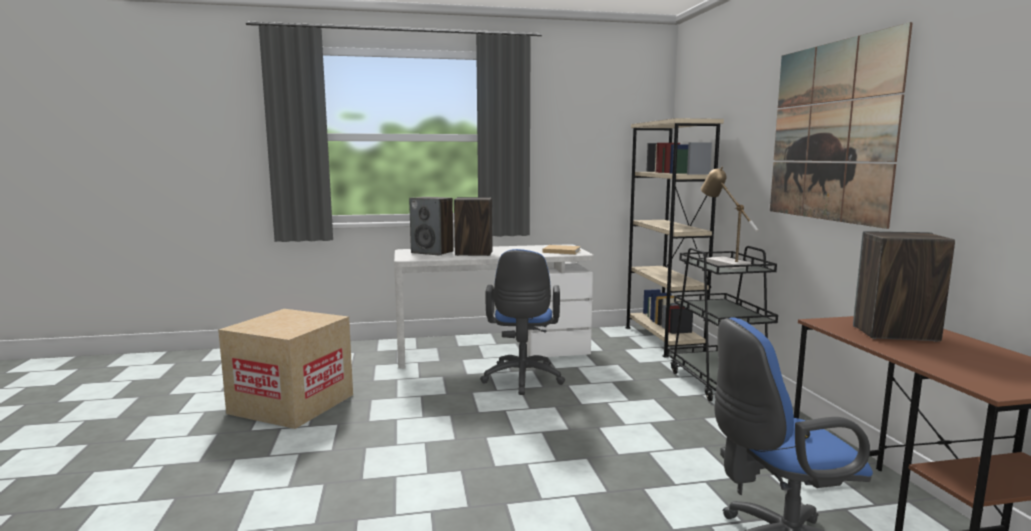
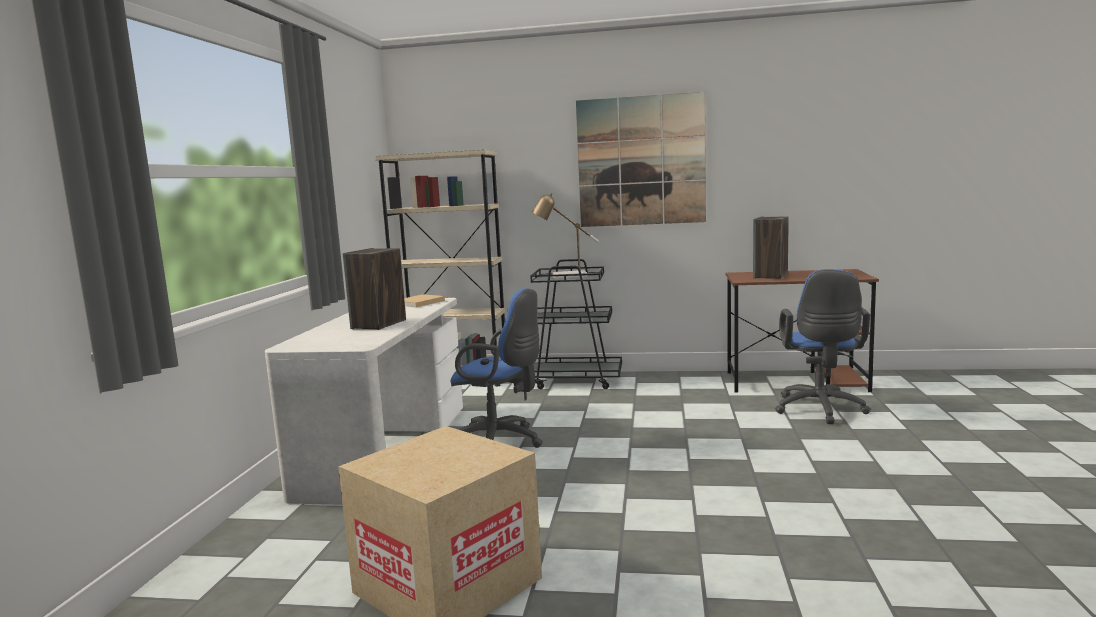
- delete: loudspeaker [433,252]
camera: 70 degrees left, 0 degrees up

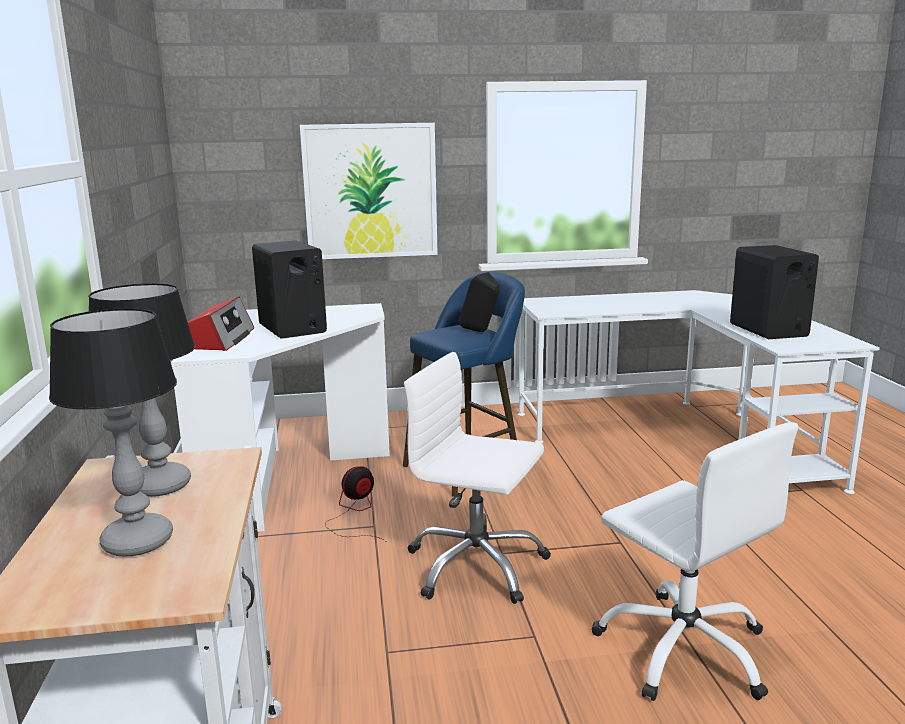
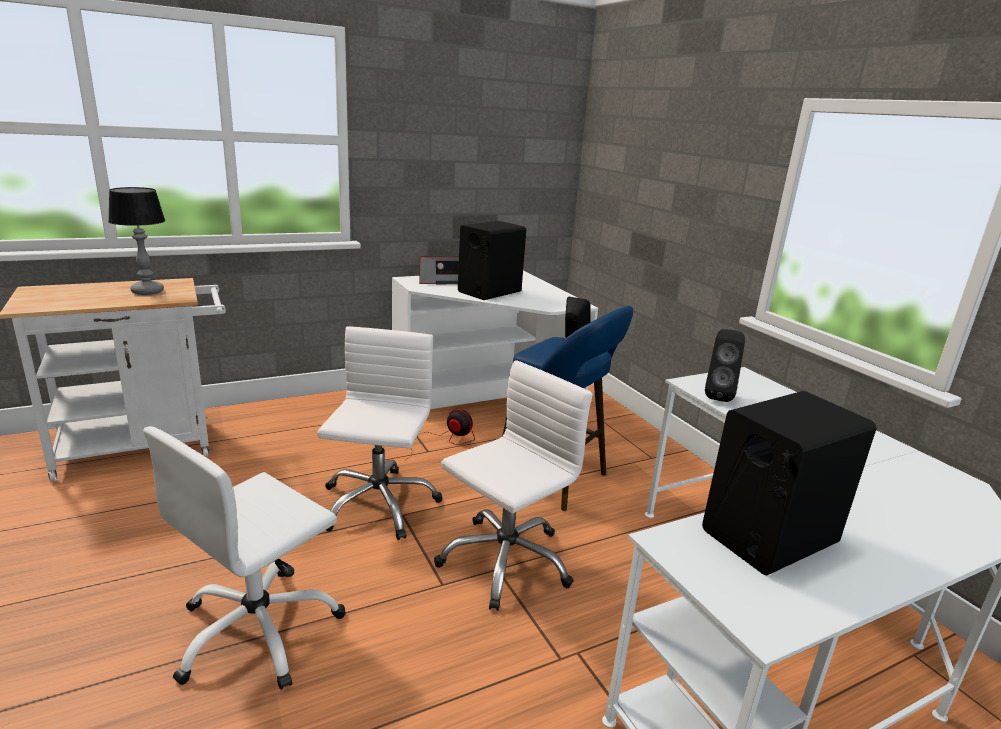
- delete: lamp for a table [139,541]
- delete: picture [370,191]
- insert: whitish computer chair [505,560]
- insert: black loudspeaker [718,395]
camera: 70 degrees right, 5 degrees up

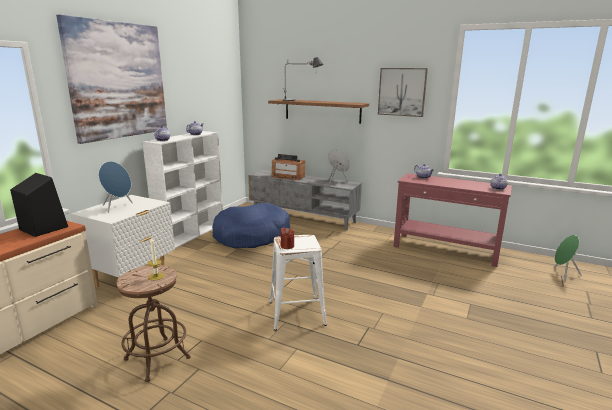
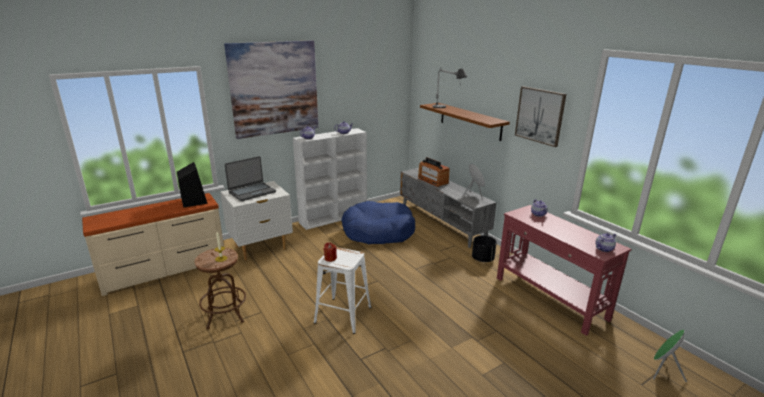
- insert: black plant pot [482,259]
- replace: blue-coloured loudspeaker [118,207] to laptop [252,192]
camera: 30 degrees right, 5 degrees up

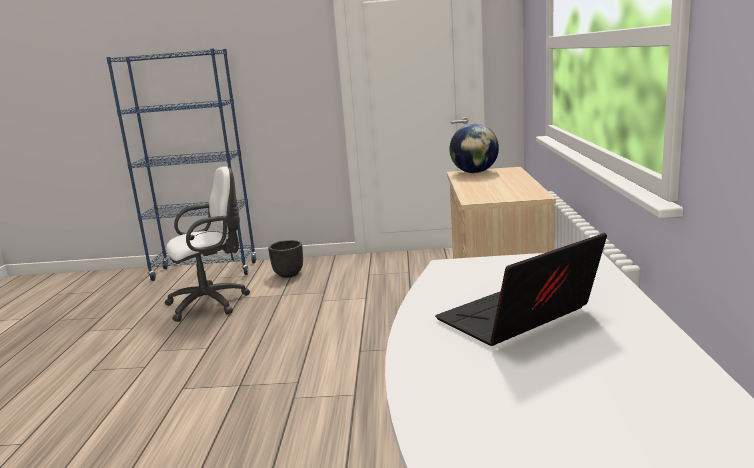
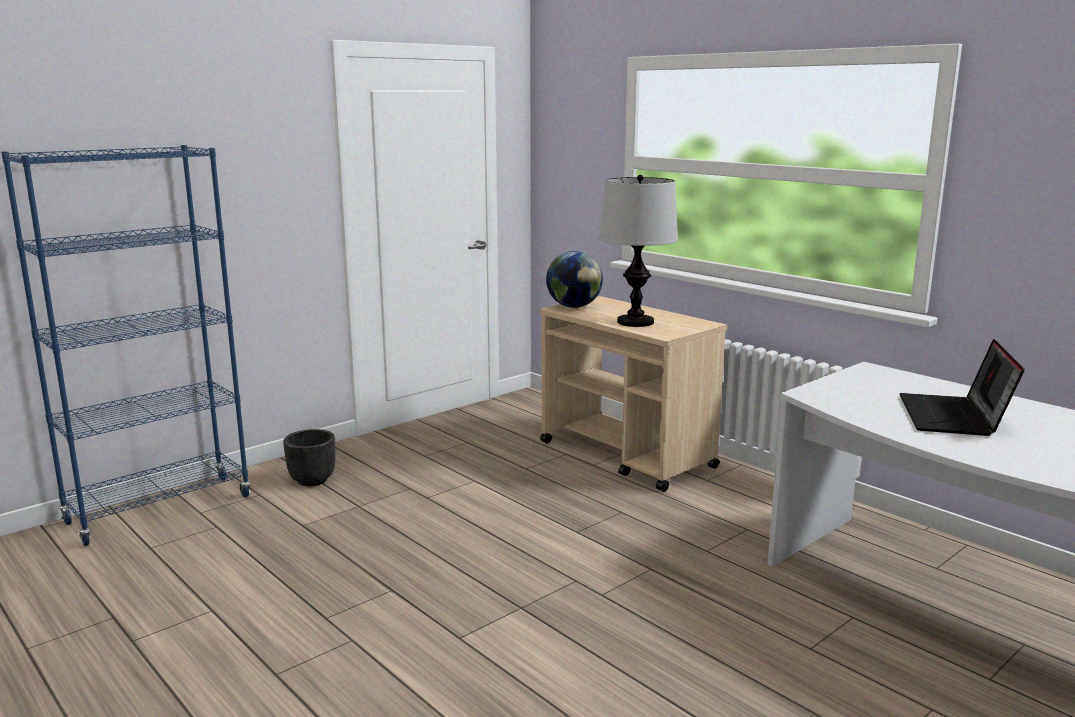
- delete: whitish computer chair [212,303]
- insert: lamp for a table [635,322]
camera: 45 degrees left, 0 degrees up

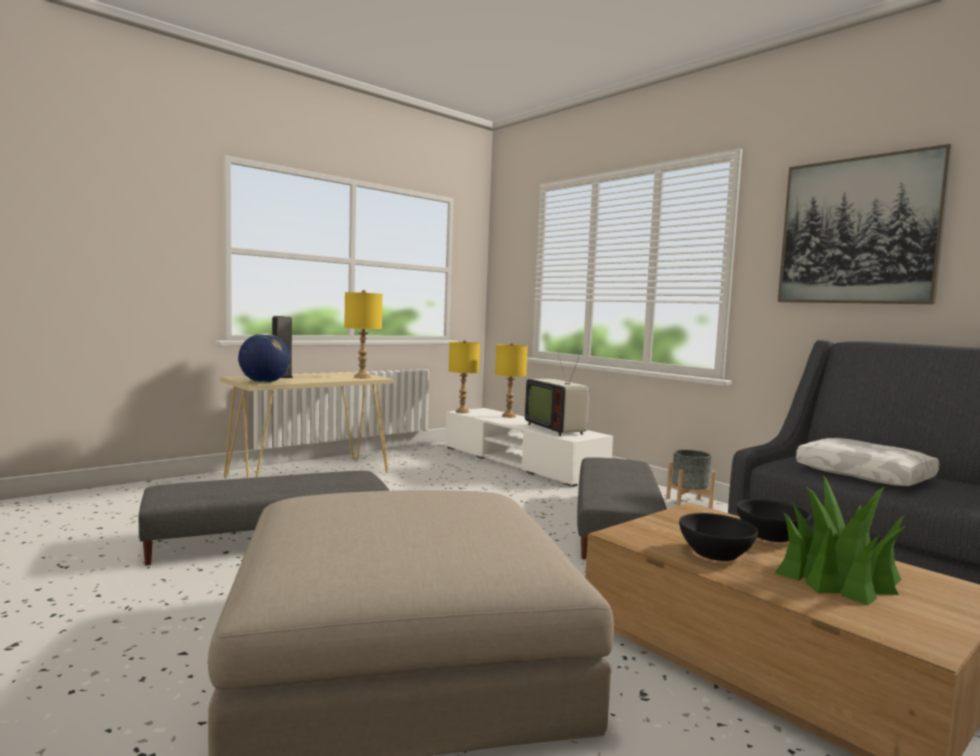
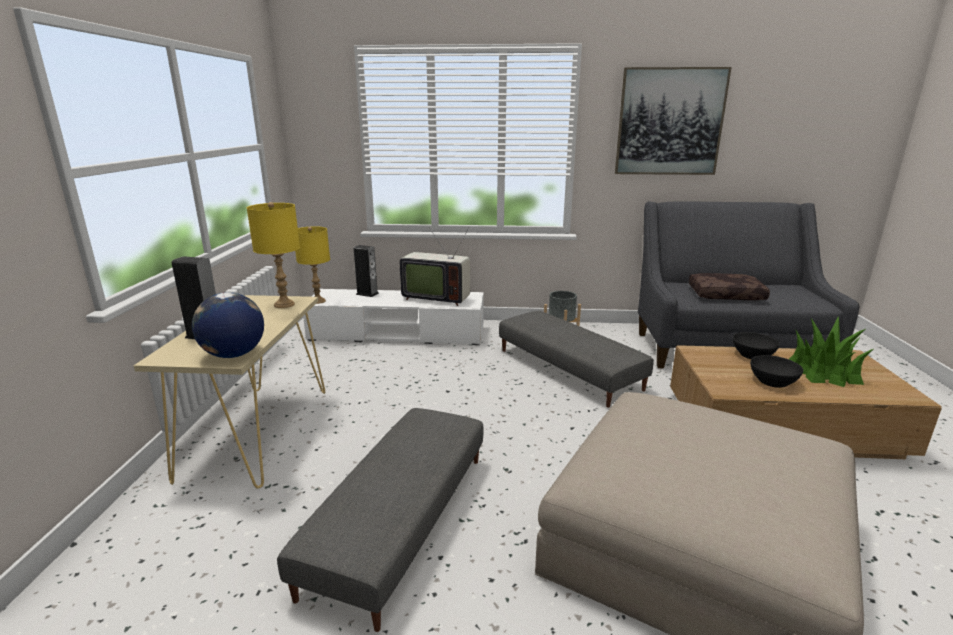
- replace: yellow lamp for a table [509,416] to loudspeaker [367,294]
- recolor: whitish cushion [865,475] to brown cushion [726,294]
camera: 45 degrees left, 15 degrees up

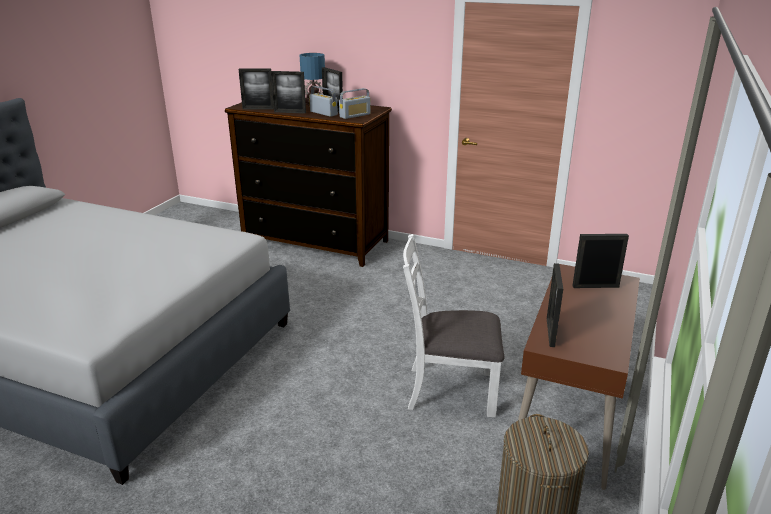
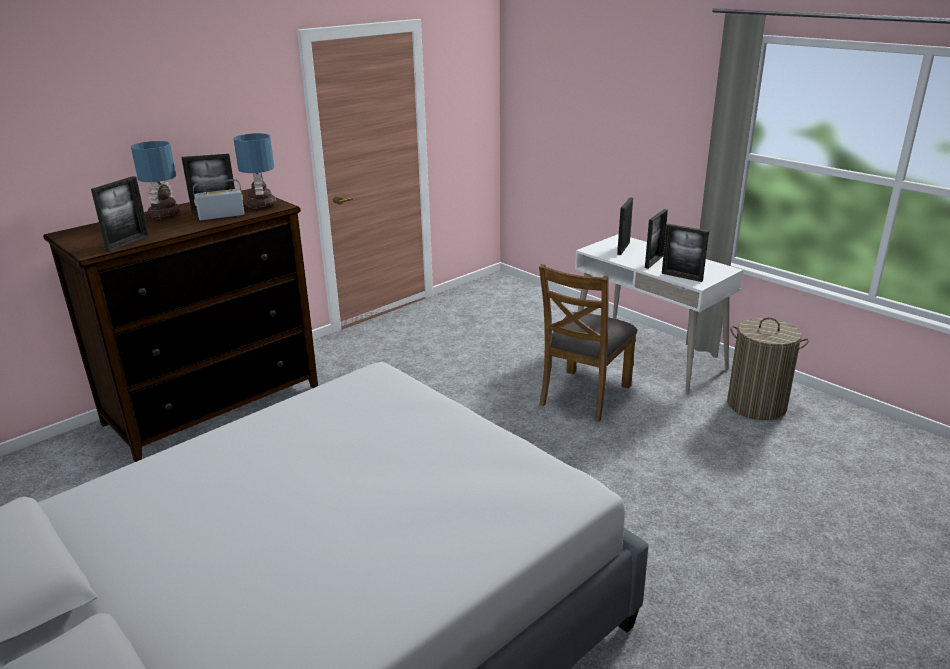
- move: picture frame [290,112] to [654,262]
- replace: radio set [355,115] to lamp for a table [261,205]
- recolor: whitish chair [450,390] to brown chair [584,395]
- recolor: brown desk [570,418] to whitish desk [647,356]
camera: 65 degrees left, 0 degrees up

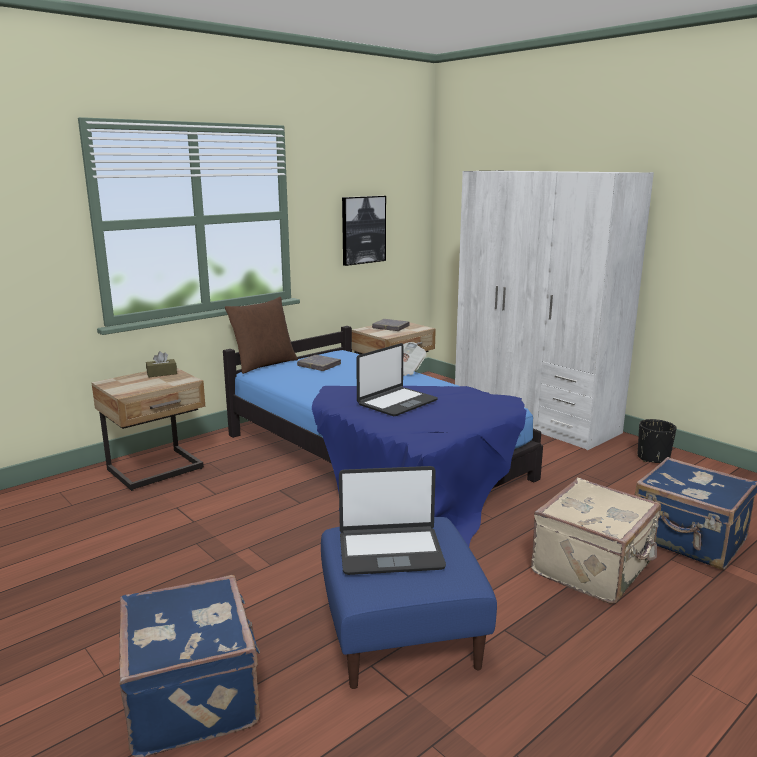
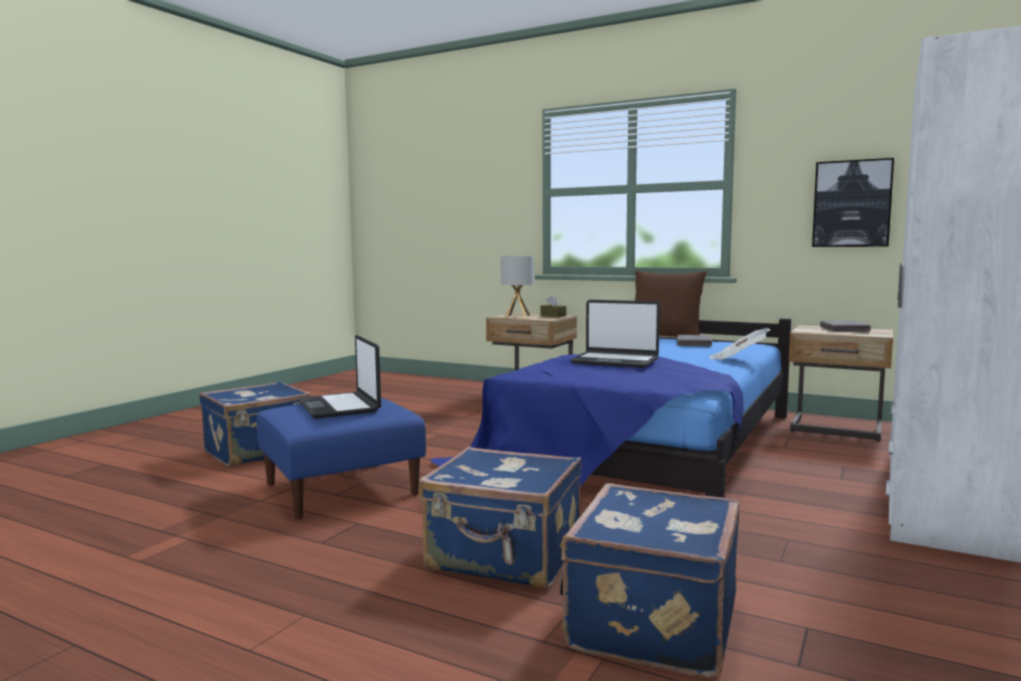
- delete: black plant pot [653,458]
- insert: lamp for a table [517,316]
- recolor: sand-coloured piece of luggage [594,568] to blue-coloured piece of luggage [505,557]
camera: 70 degrees right, 10 degrees down

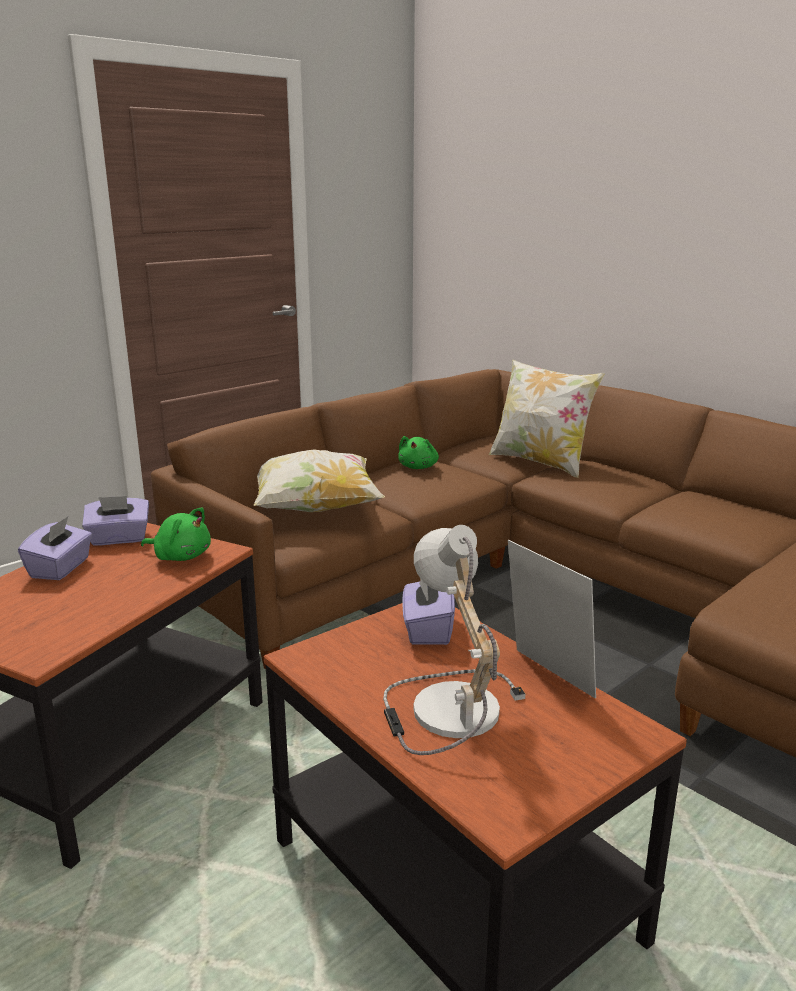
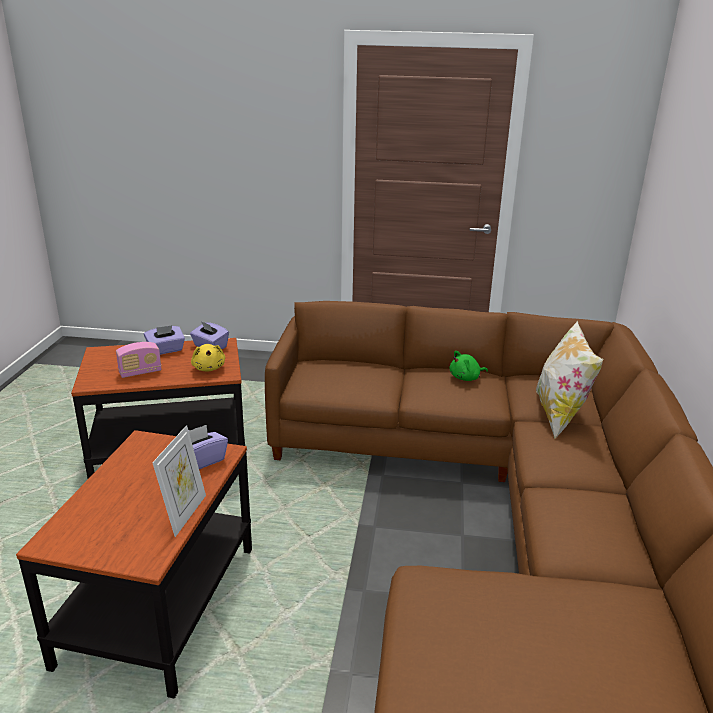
- delete: cushion [315,509]
- delete: lamp for a table [445,709]
- insert: radio set [140,372]
- recolor: greenish plush toy [180,556] to yellow plush toy [209,368]
camera: 50 degrees right, 5 degrees up

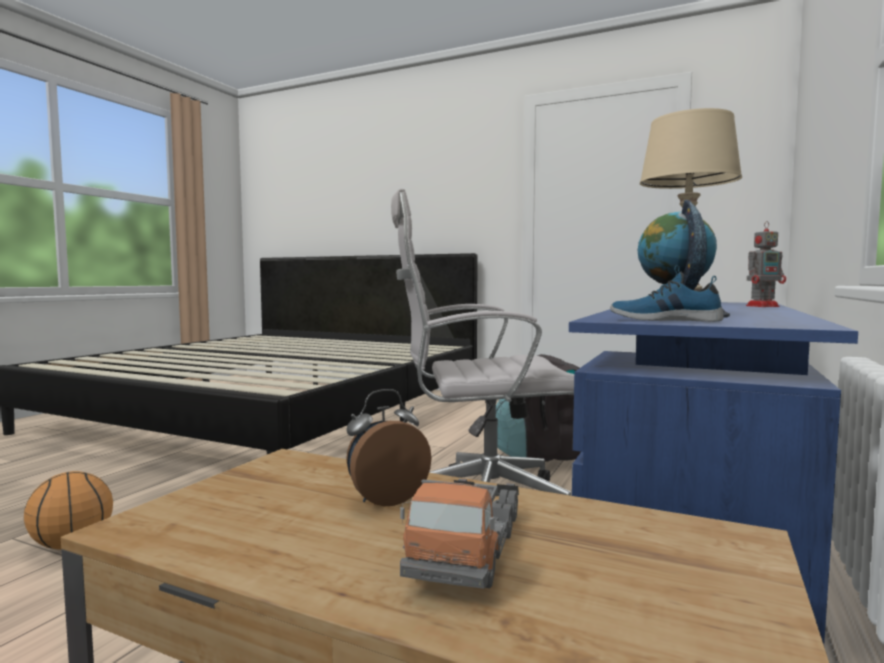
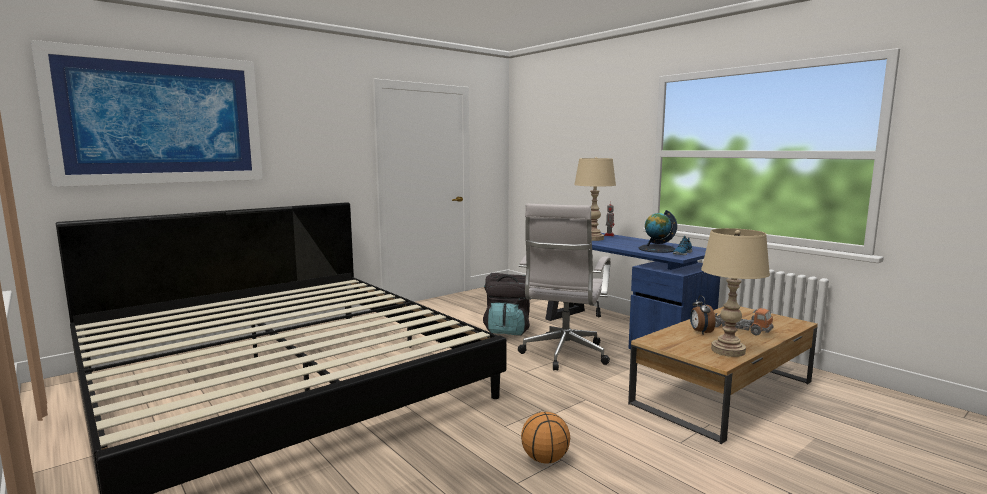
- insert: picture [160,119]
- insert: sand-coloured lamp for a table [728,350]
camera: 65 degrees left, 5 degrees up

